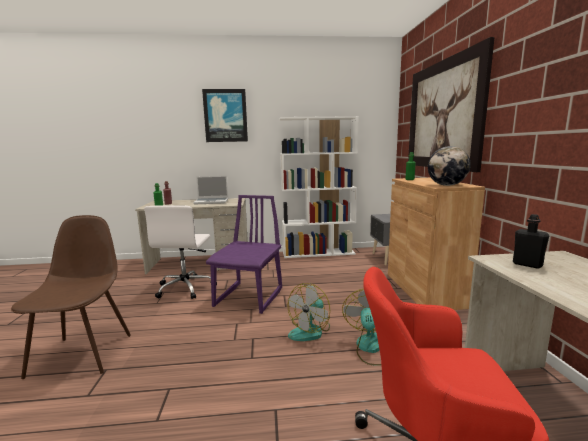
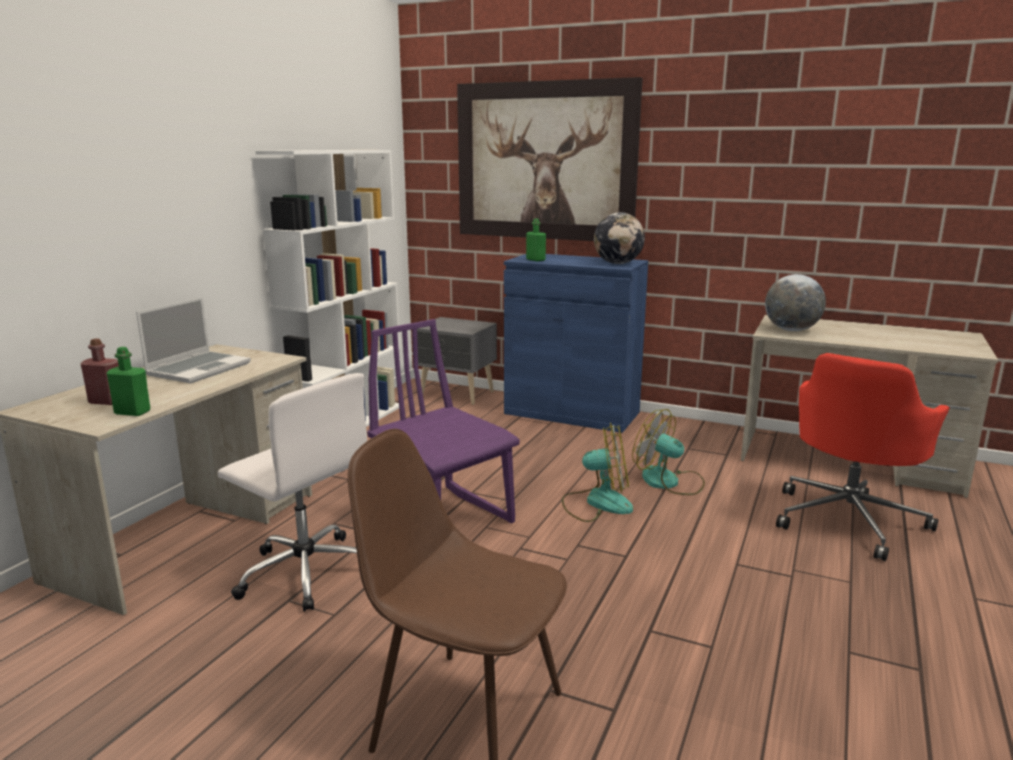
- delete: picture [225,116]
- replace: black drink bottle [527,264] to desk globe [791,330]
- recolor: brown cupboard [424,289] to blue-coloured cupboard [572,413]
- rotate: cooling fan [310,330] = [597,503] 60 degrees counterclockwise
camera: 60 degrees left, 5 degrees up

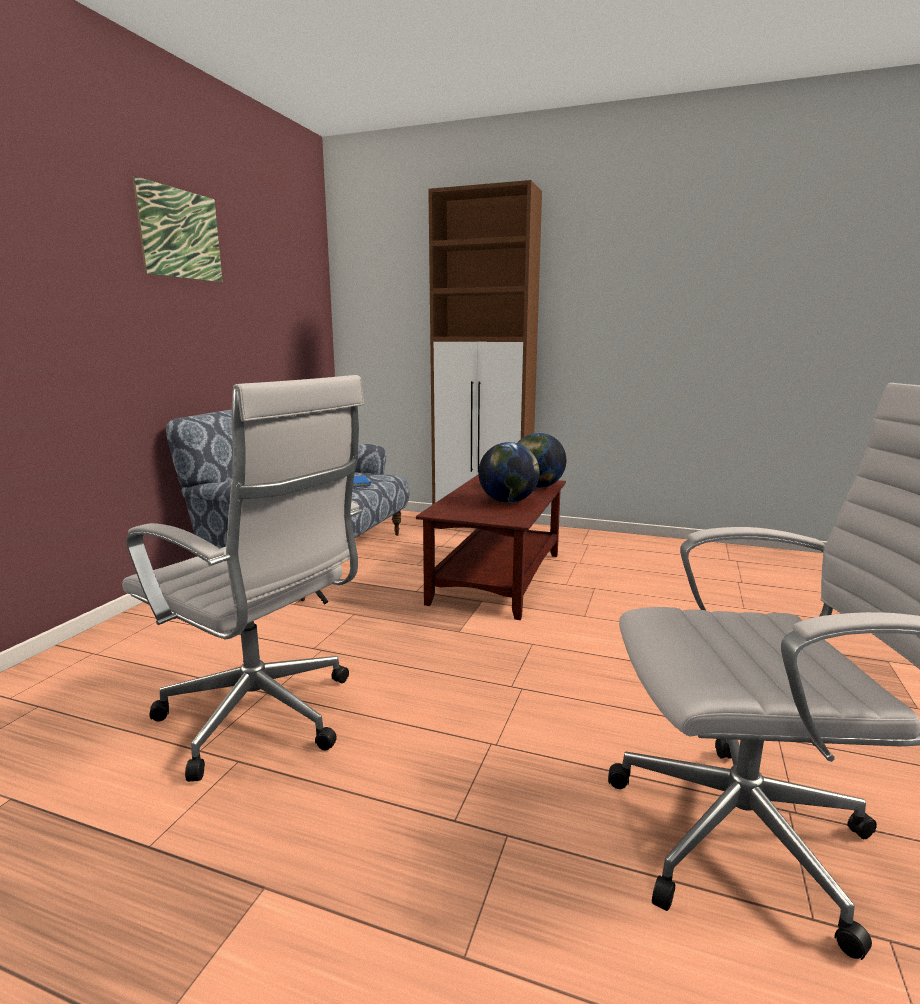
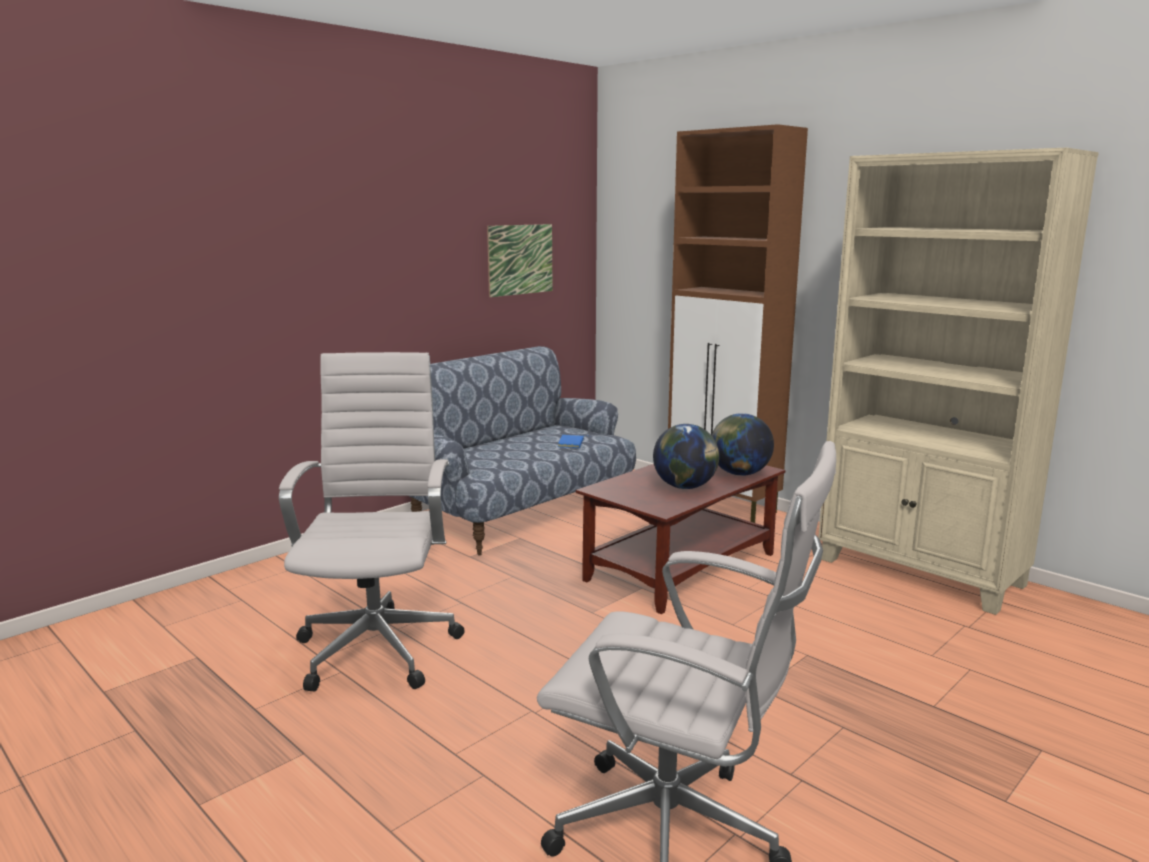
- insert: sand-coloured bookcase [921,573]
- move: picture [180,234] to [520,259]
- rotate: whitish computer chair [264,718] = [379,646] 150 degrees counterclockwise
camera: 25 degrees right, 0 degrees up

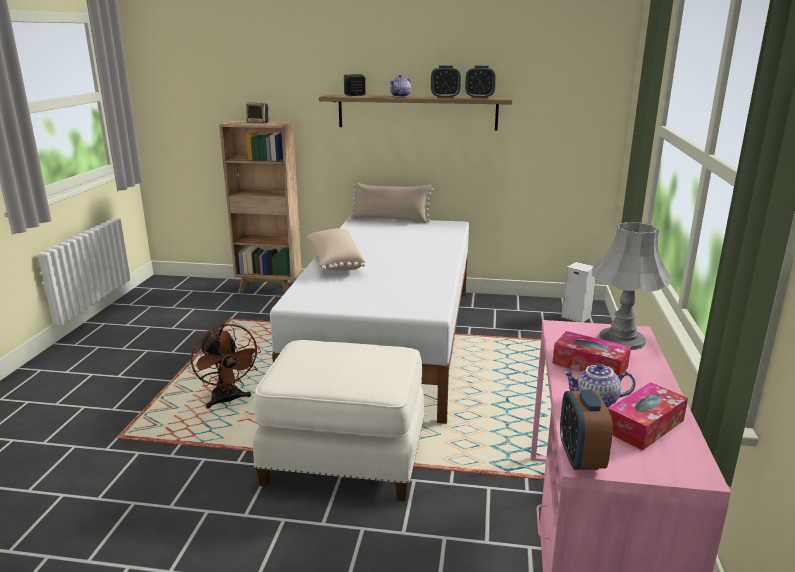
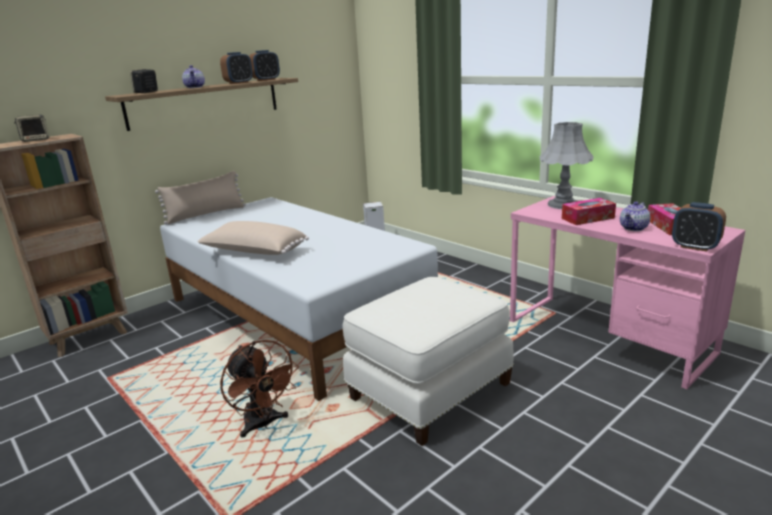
- rotate: brown cooling fan [228,400] = [263,425] 45 degrees clockwise
camera: 50 degrees left, 0 degrees up

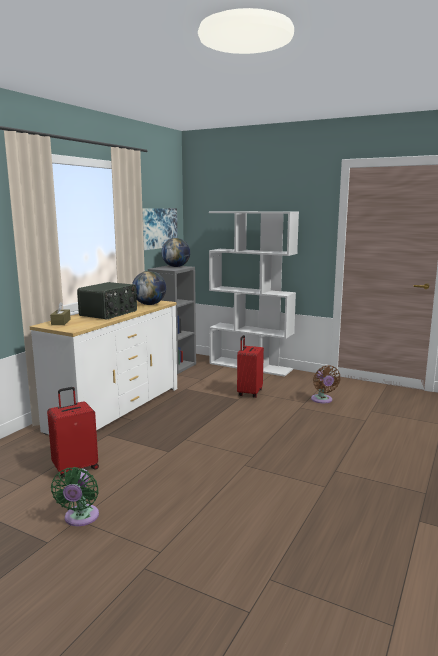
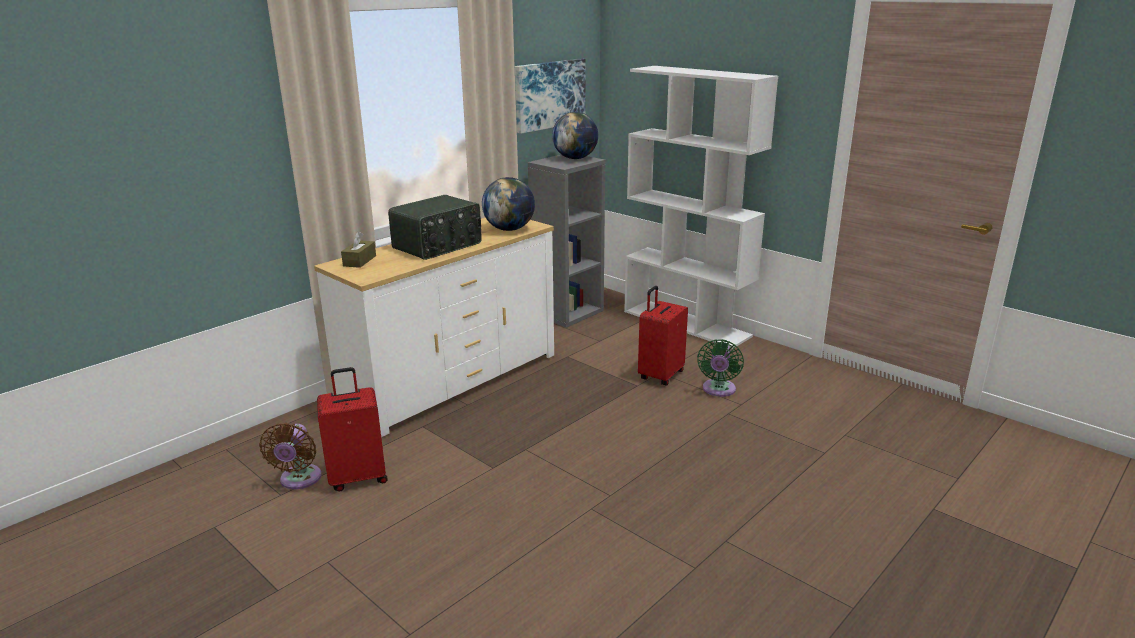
- move: greenish cooling fan [80,518] to [718,390]
- move: brown cooling fan [322,400] to [299,480]
camera: 15 degrees right, 10 degrees up

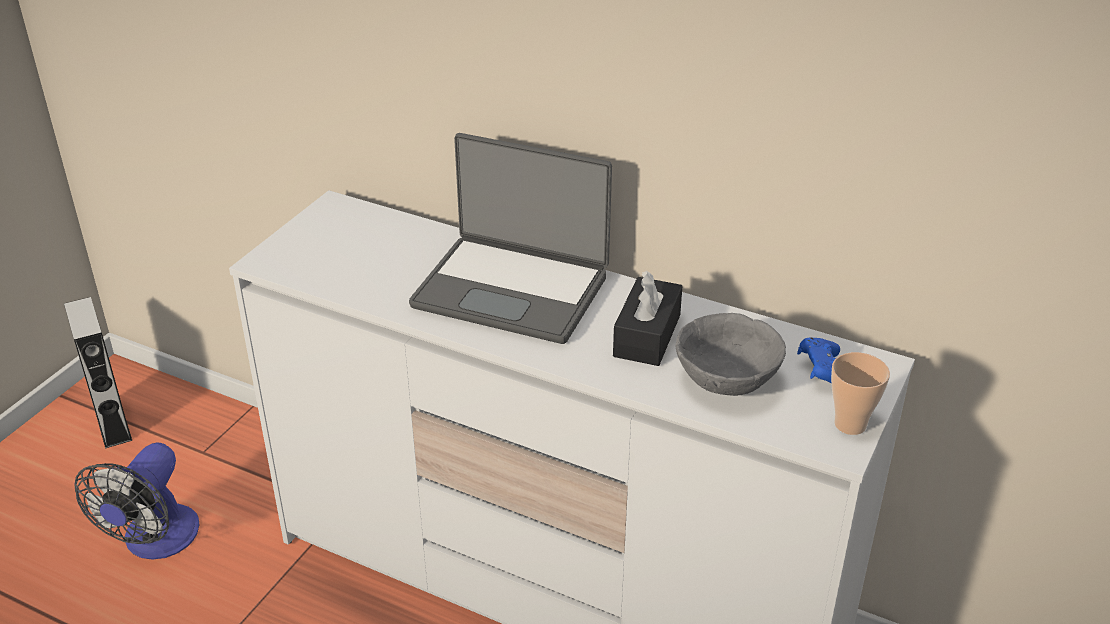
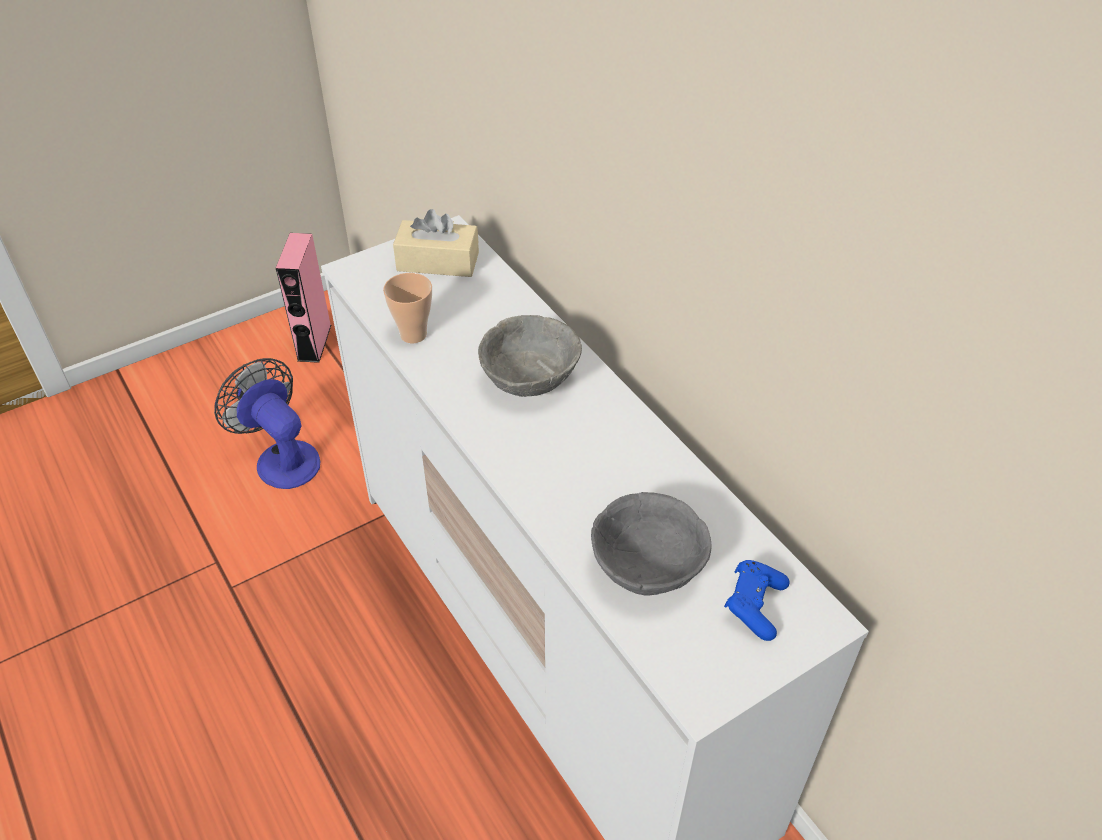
- delete: black tissue box [647,335]
- insert: sand-coloured tissue box [438,262]
- move: drinking cup [850,424] to [413,334]
- replace: laptop [512,289] to greyish bowl [531,380]
- recolor: greyish loudspeaker [113,424] to pinkish loudspeaker [314,342]
- rotate: cooling fan [155,542] = [281,457] 90 degrees clockwise
camera: 30 degrees right, 10 degrees up

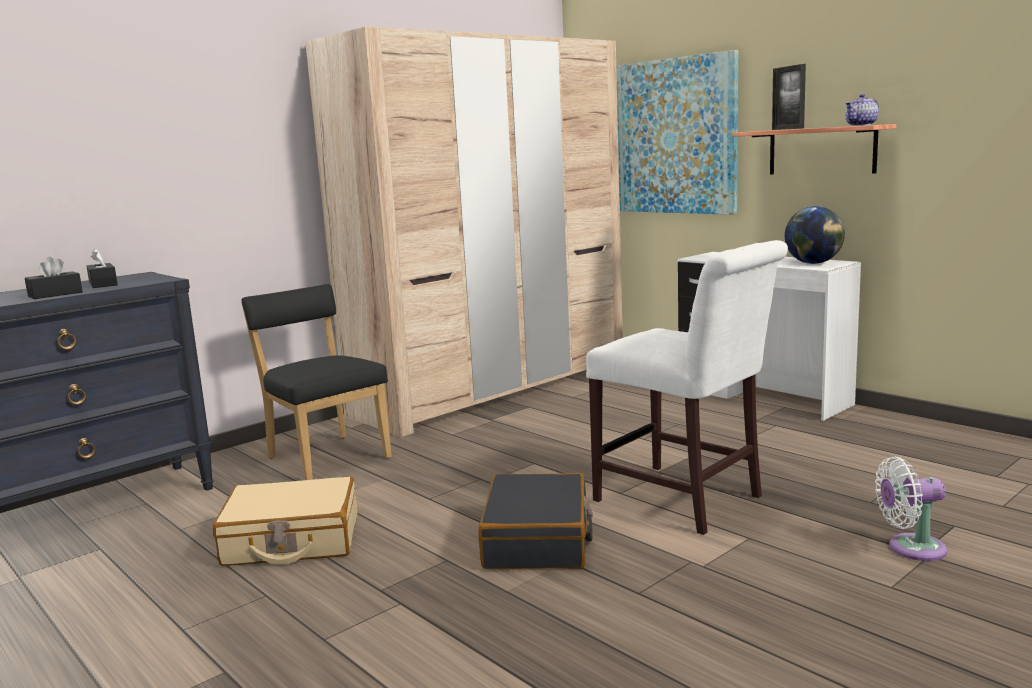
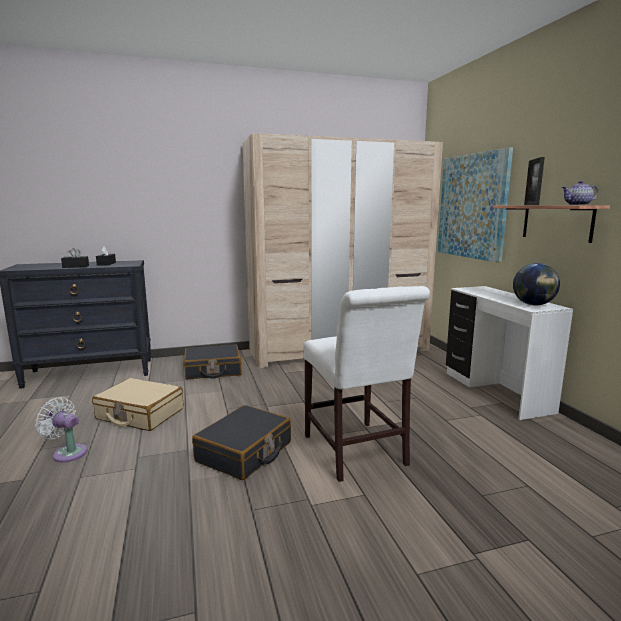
- move: whitish cooling fan [911,548] to [67,452]
- replace: black chair [325,456] to black piece of luggage [213,370]
camera: 25 degrees right, 0 degrees up

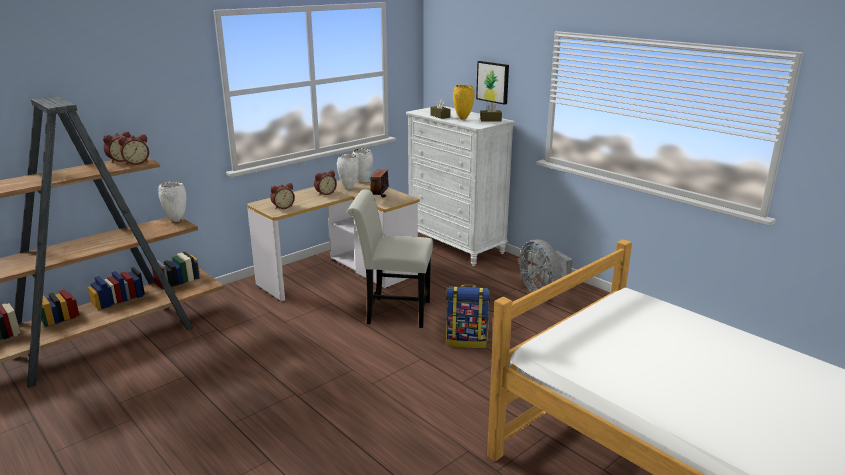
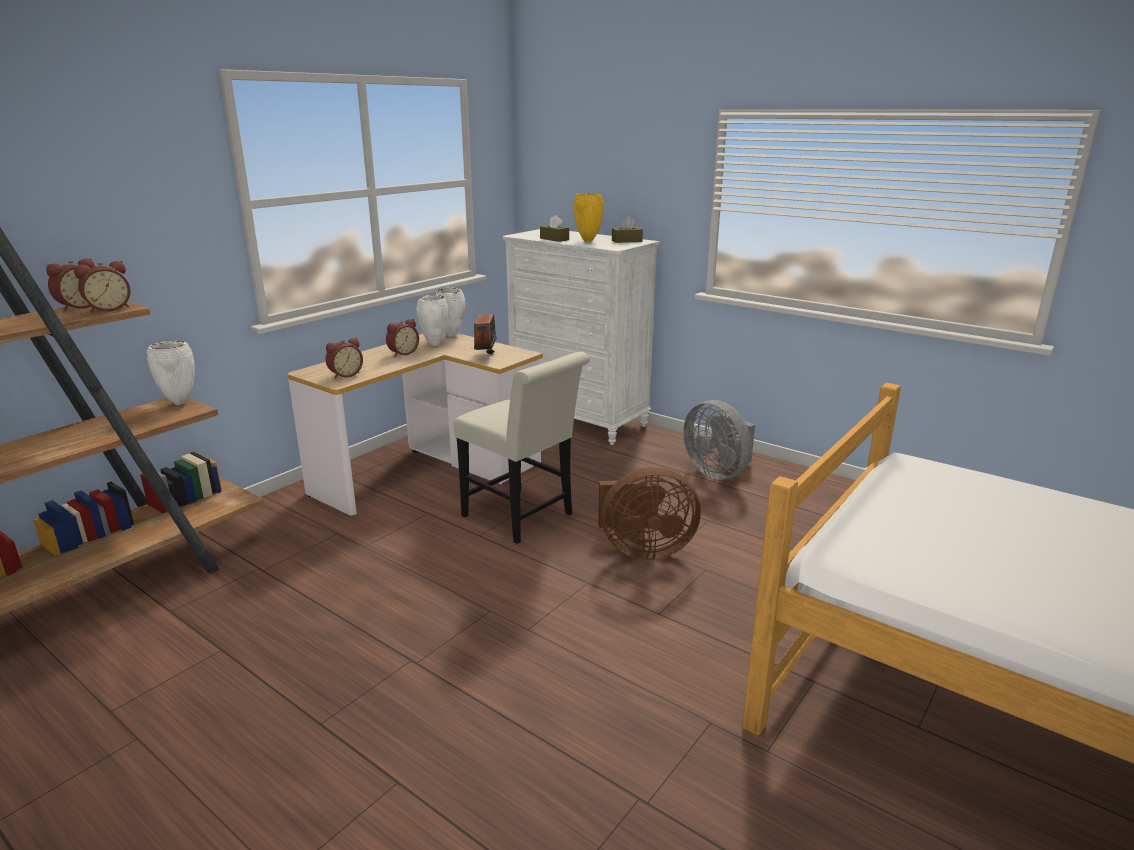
- delete: picture [493,82]
- replace: knapsack [467,341] to brown cooling fan [643,550]
- rotate: whitish chair [393,312] = [523,517] 135 degrees counterclockwise
camera: 10 degrees left, 0 degrees up

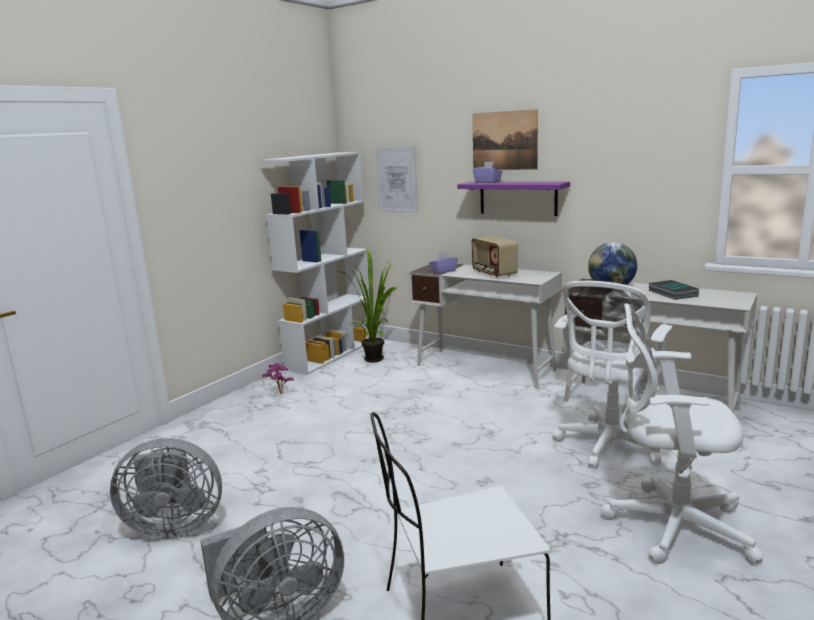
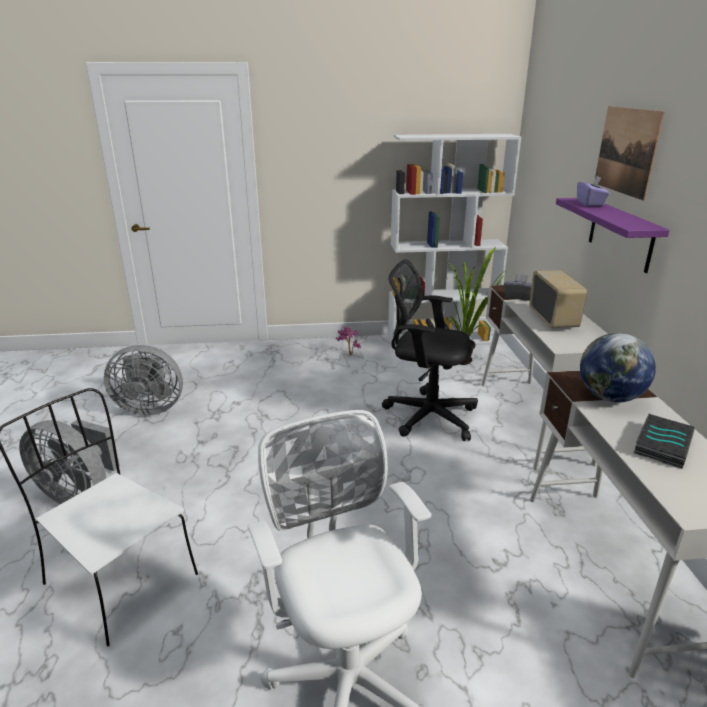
- delete: picture [397,180]
- delete: whitish computer chair [609,445]
- insert: black computer chair [426,415]
- recolor: purple tissue box [443,271] to greyish tissue box [518,297]
- rotate: greyish cooling fan [174,526] = [149,408] 45 degrees counterclockwise
- rotate: radio set [493,273] = [553,319] 150 degrees clockwise
camera: 50 degrees right, 10 degrees up

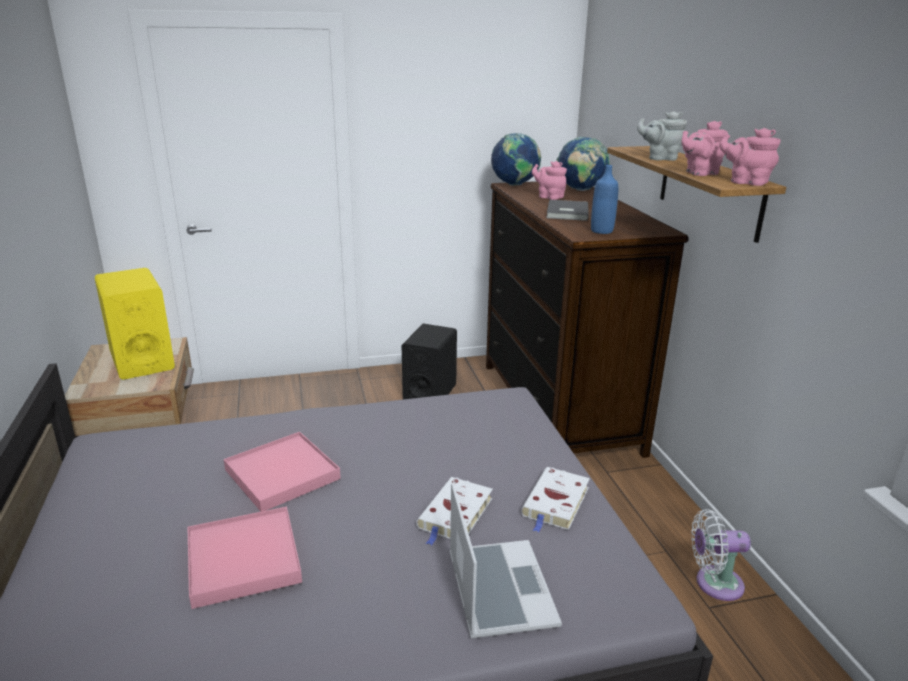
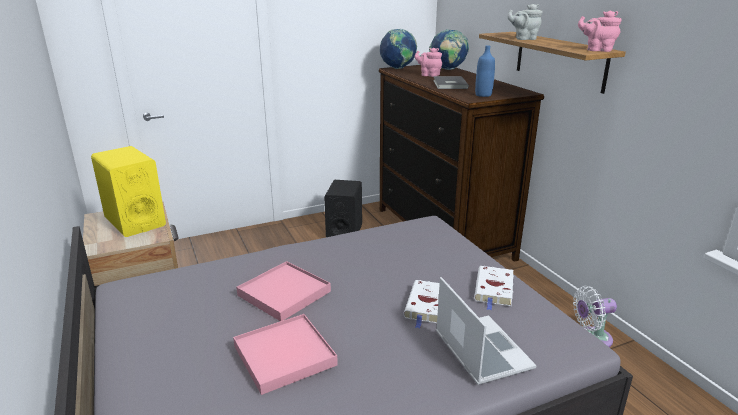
- delete: pinkish tea pot [699,173]
camera: 10 degrees left, 0 degrees up

